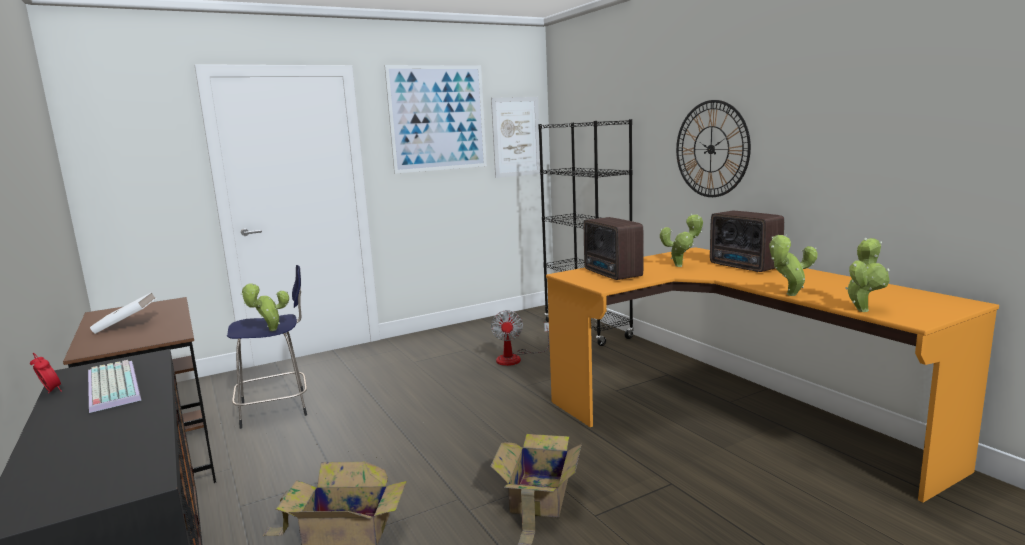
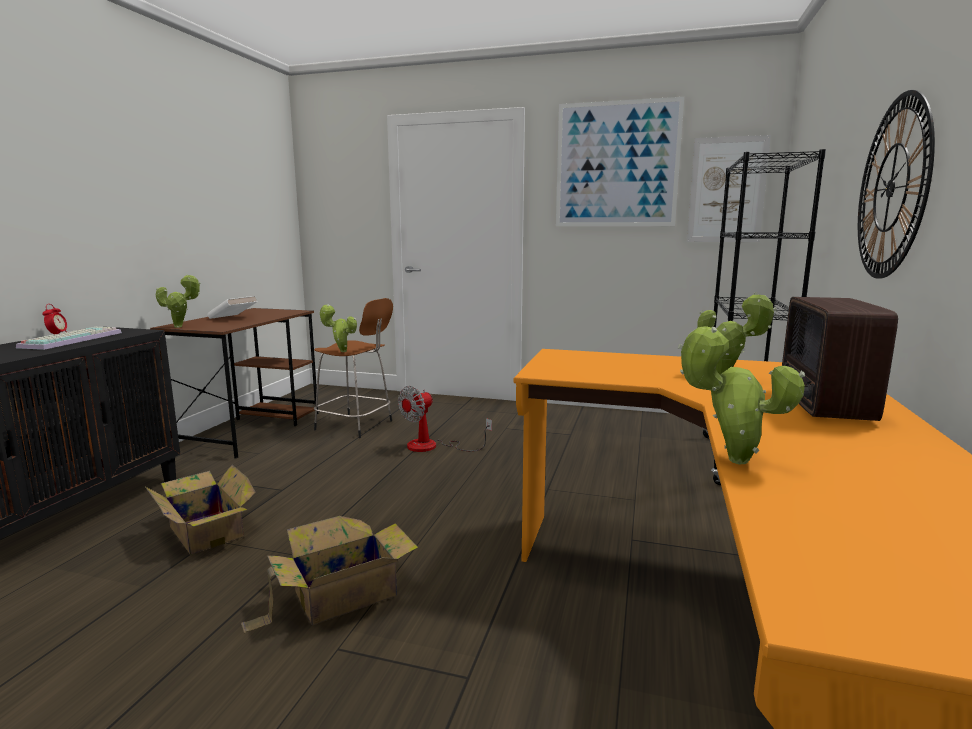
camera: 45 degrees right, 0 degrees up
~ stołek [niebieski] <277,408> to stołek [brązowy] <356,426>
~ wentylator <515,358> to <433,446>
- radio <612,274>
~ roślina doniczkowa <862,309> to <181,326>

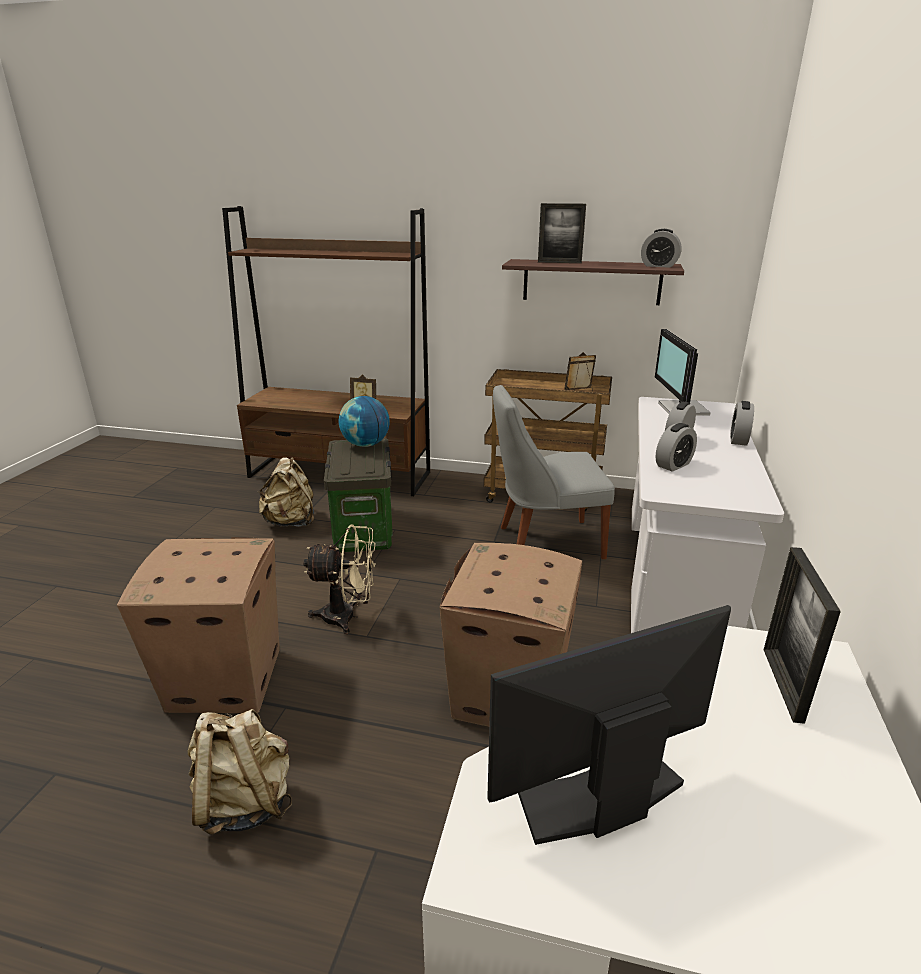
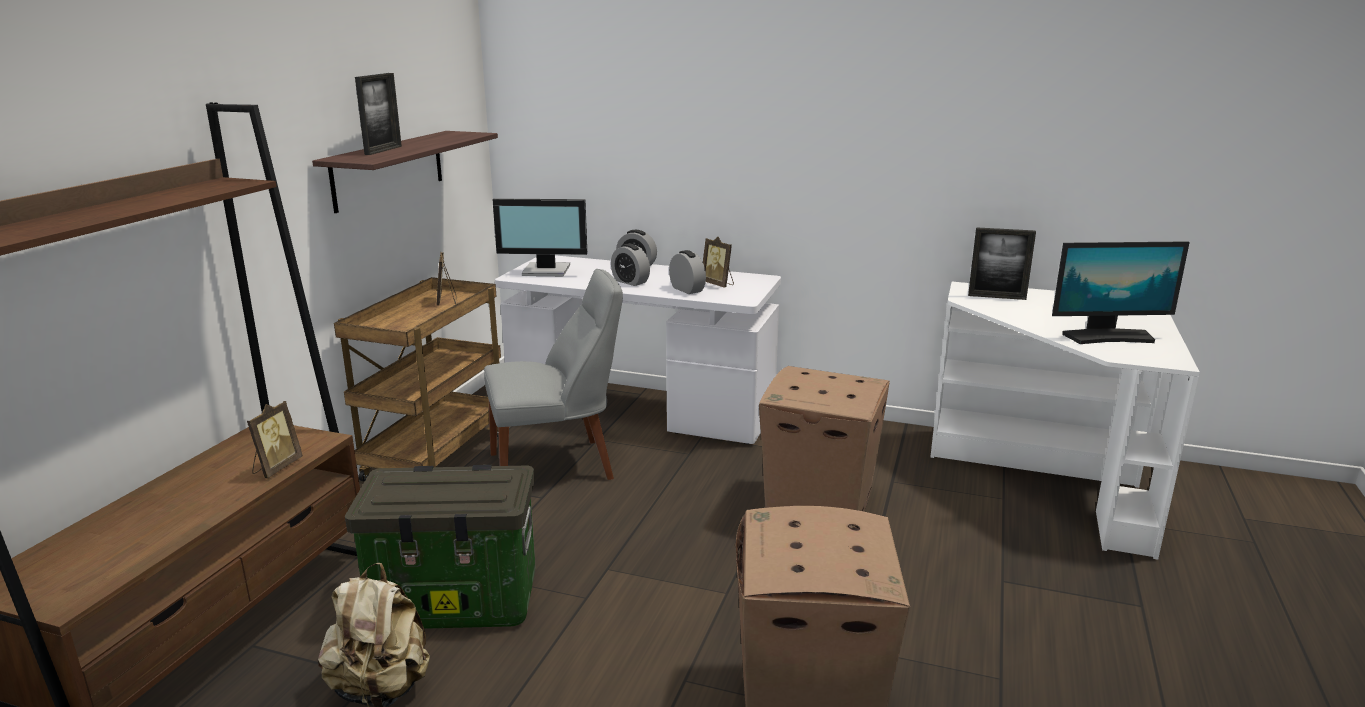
camera: 85 degrees left, 5 degrees down
- plecak [beżowy] <245,802>
- wentylator [beżowy] <348,617>
- globus <365,444>
~ monitor <601,797> = <1108,337> 75 degrees counterclockwise
~ krzesło [szary] <545,542> = <557,466> 105 degrees counterclockwise
- budzik <659,266>
+ ramka na zdjęcie <718,284>

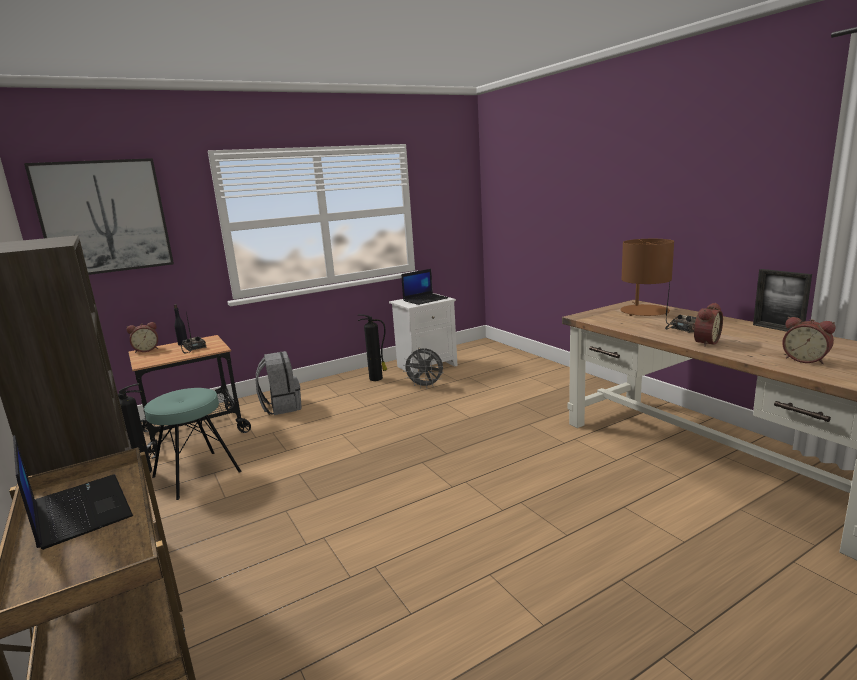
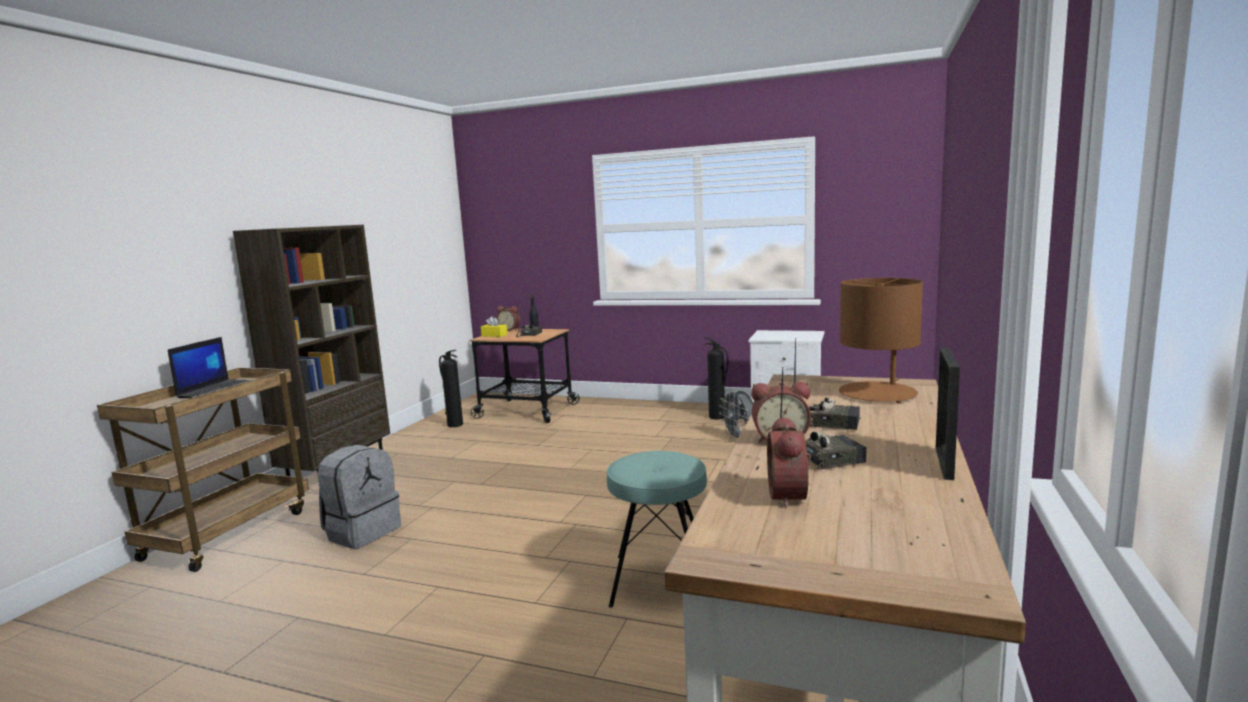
camera: 50 degrees right, 5 degrees down
- obraz <104,217>
~ stołek [turkusowy] <197,474> to <661,580>
~ plecak [szary] <281,407> to <362,532>
- laptop <425,299>
+ pudełko chusteczek [żółty] <494,335>
+ radio <826,459>

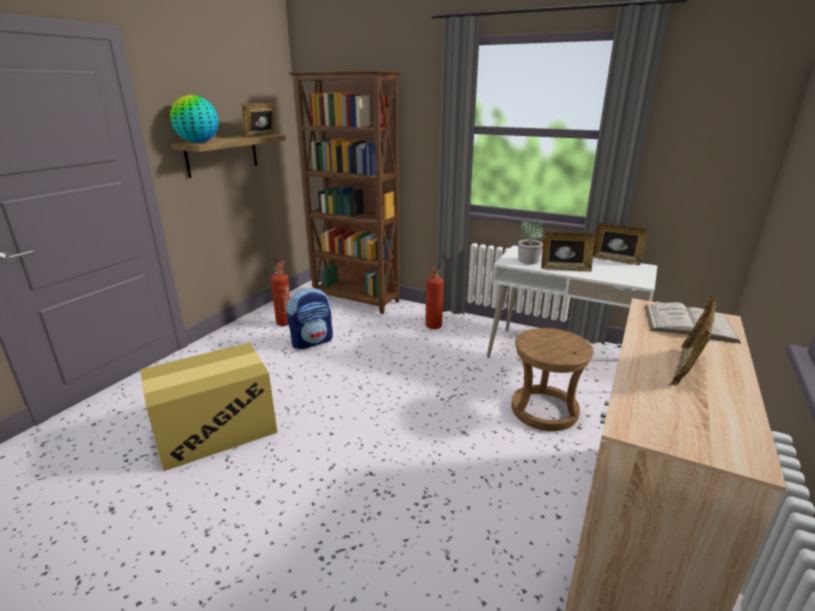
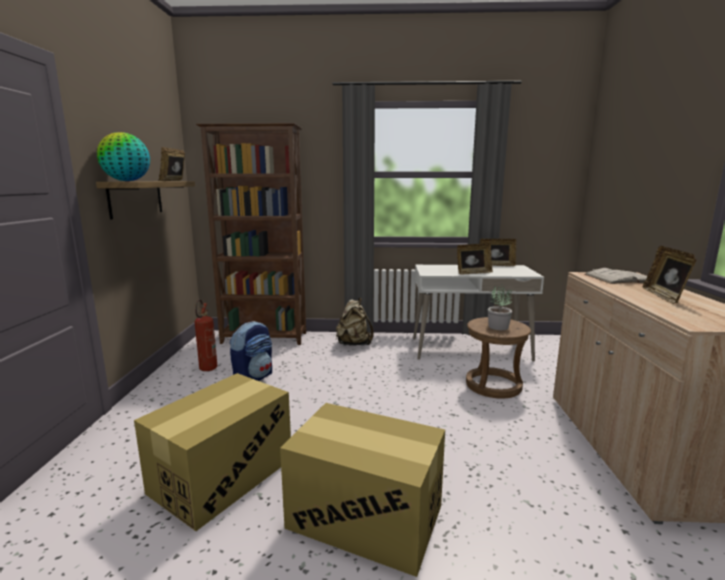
camera: 25 degrees left, 10 degrees down
~ gaśnica <435,324> to plecak [beżowy] <354,344>
~ roślina doniczkowa <528,260> to <498,327>
+ karton <365,516>

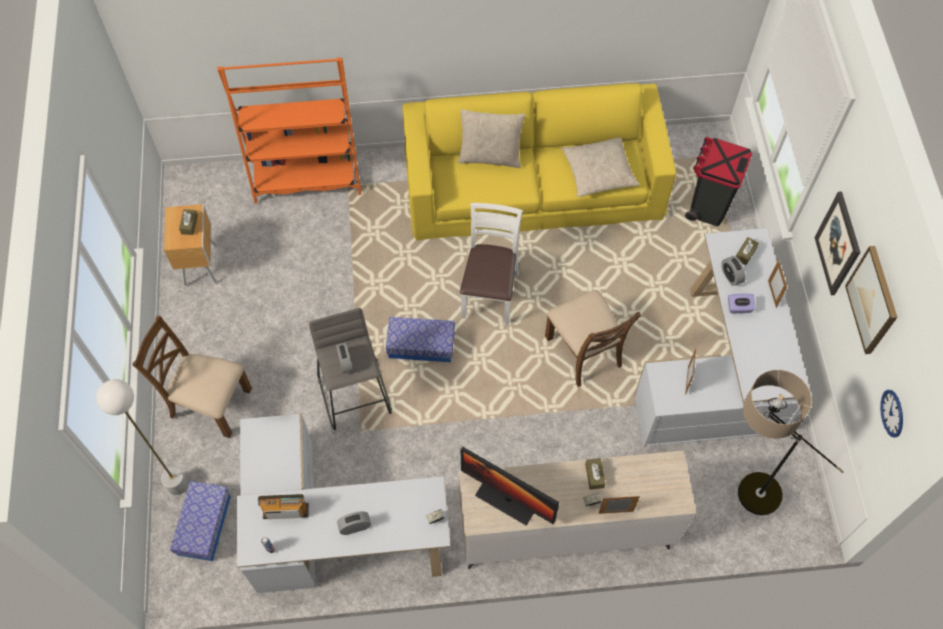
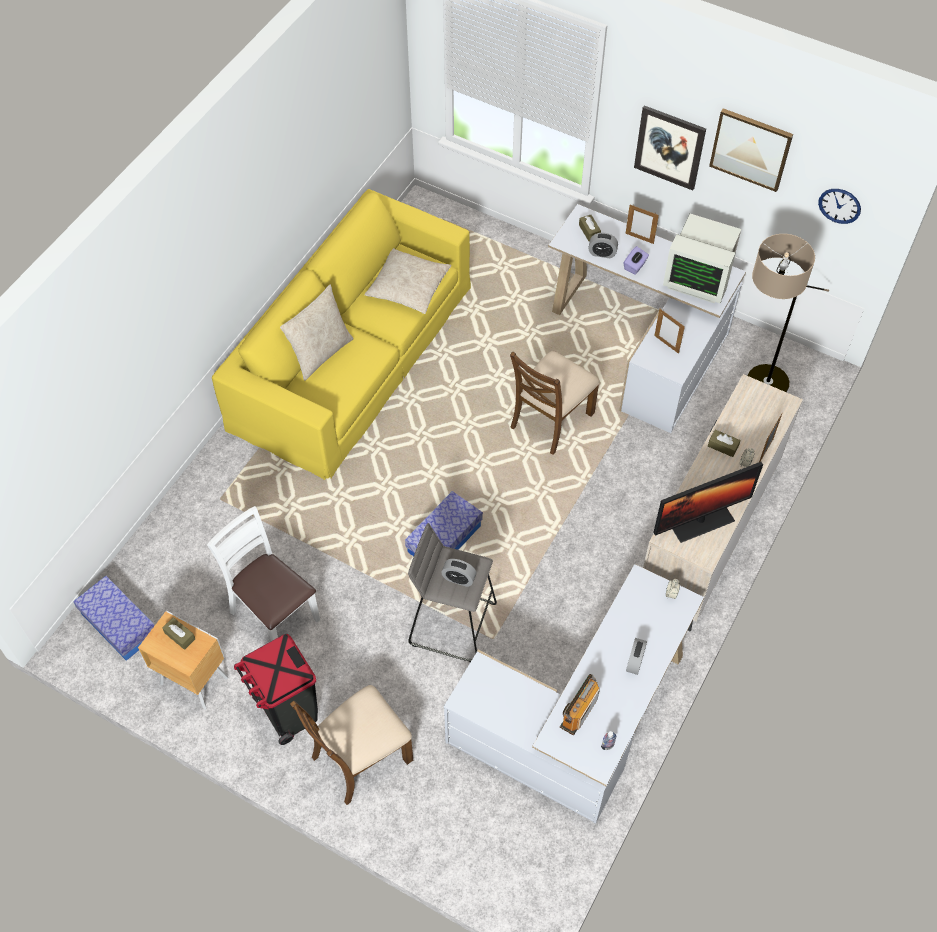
camera: 55 degrees left, 5 degrees down
- lampa stojąca [biały] <177,484>
~ pojemnik do przechowywania <204,525> to <119,624>
- regał [pomarańczowy] <306,177>
~ krzesło [biały] <489,294> to <274,614>
~ krzesło [brązowy] <584,352> = <550,420> 120 degrees clockwise
~ kosz na śmieci [czarny] <708,207> to <288,711>
+ monitor <698,278>

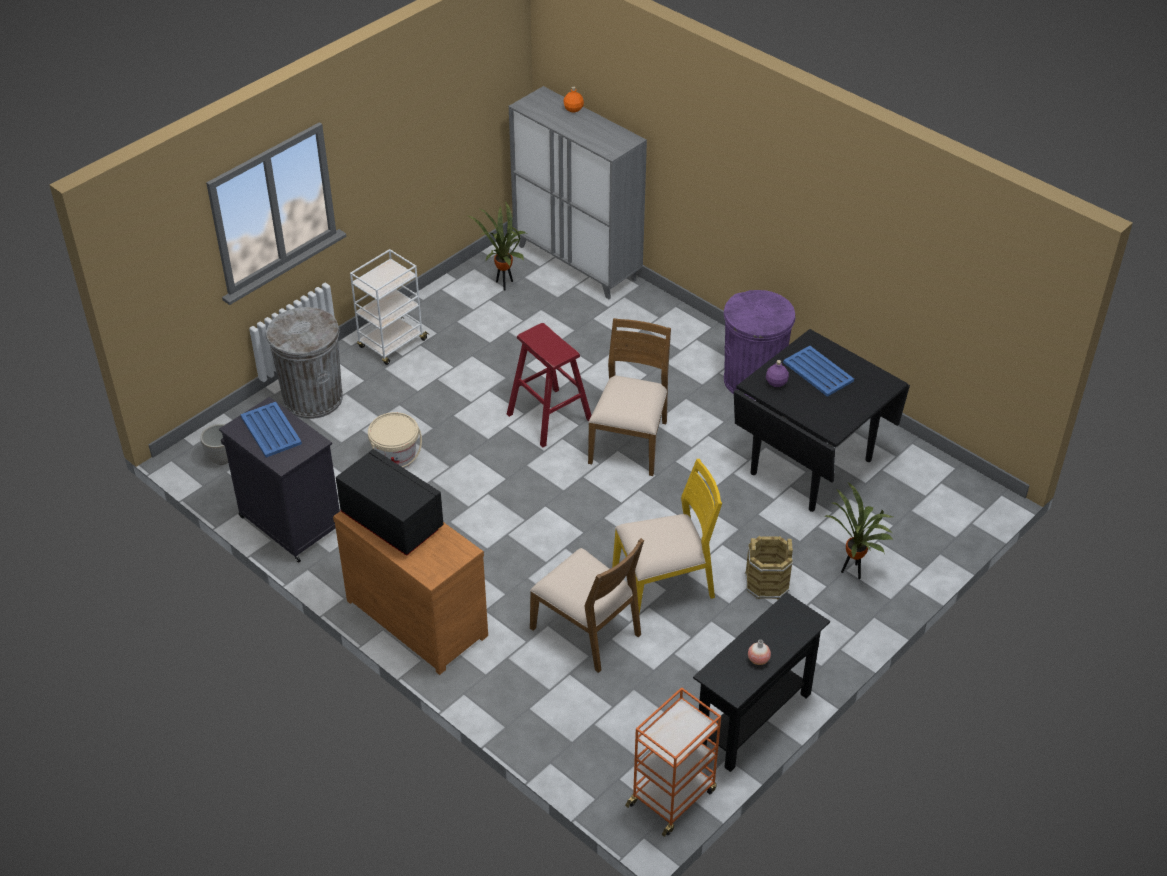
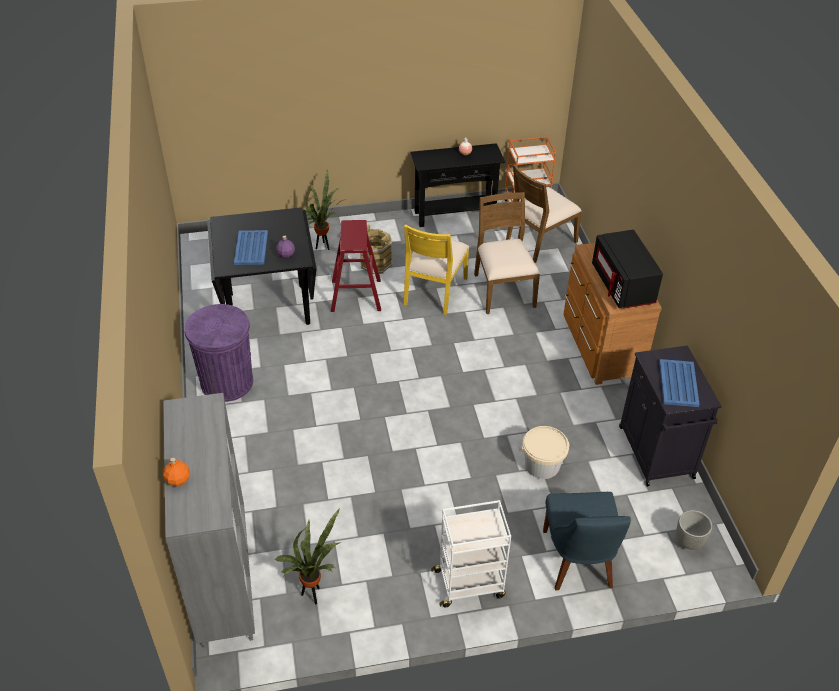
camera: 145 degrees left, 0 degrees up
~ kosz na śmieci [szary] <313,398> to krzesło [niebieski] <578,562>
~ stołek [czerwony] <549,417> to <356,295>
~ krzesło [brązowy] <630,442> to <540,241>
~ krzesło [żółty] <664,584> = <434,291> 90 degrees counterclockwise

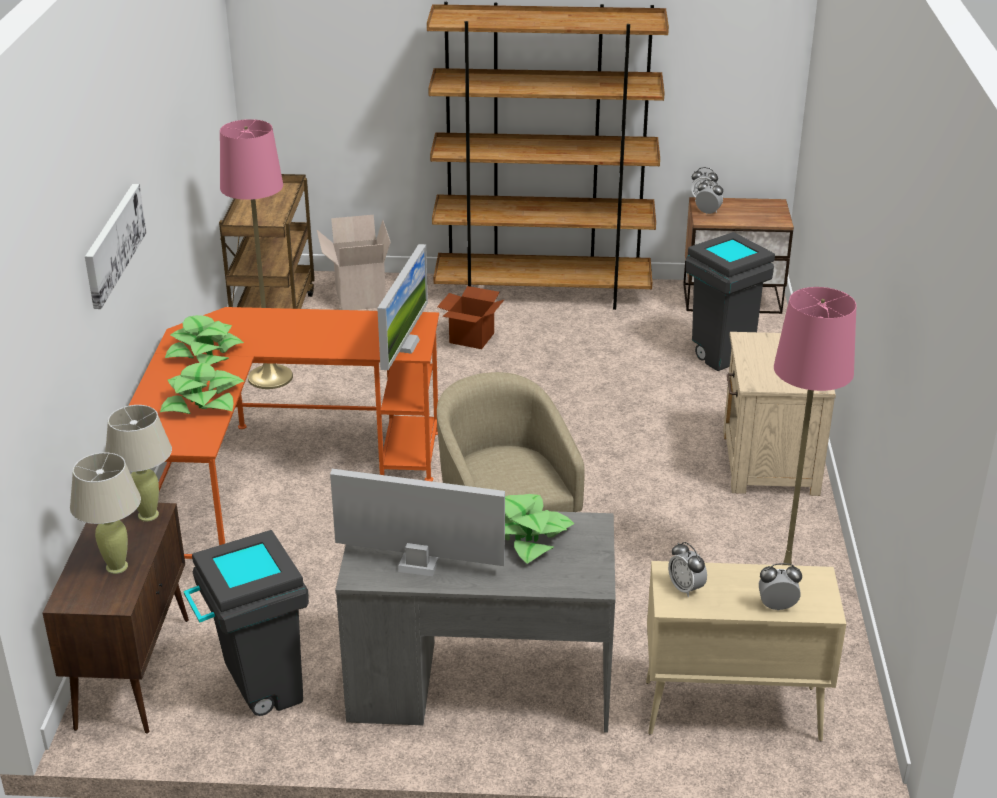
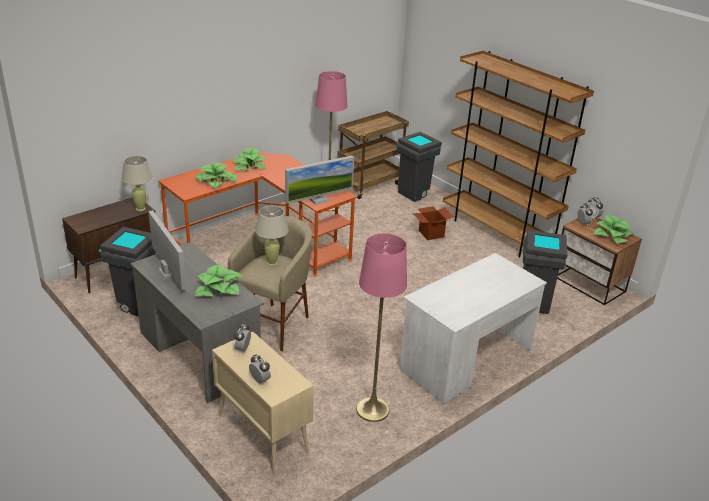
camera: 45 degrees right, 0 degrees up
~ lampa stołowa [beżowy] <117,567> to <272,263>
- obraz <113,244>
~ karton <358,296> to kosz na śmieci [szary] <415,194>
~ szafka nocna [beżowy] <768,463> to biurko [biały] <466,360>
+ roślina doniczkowa <612,235>

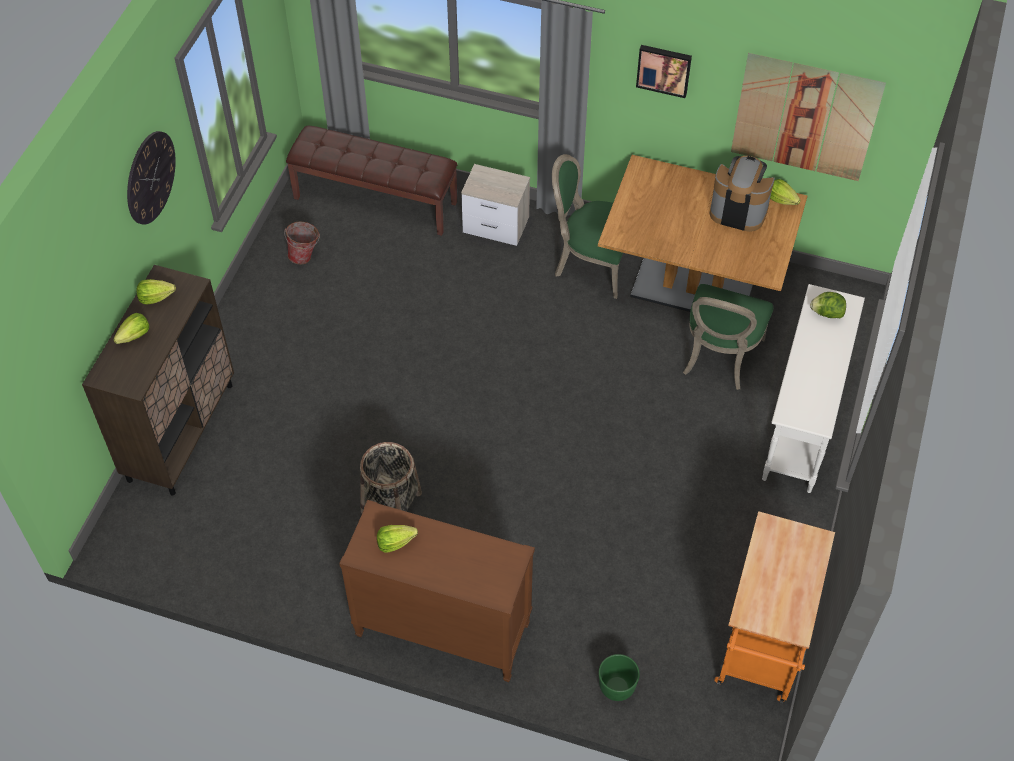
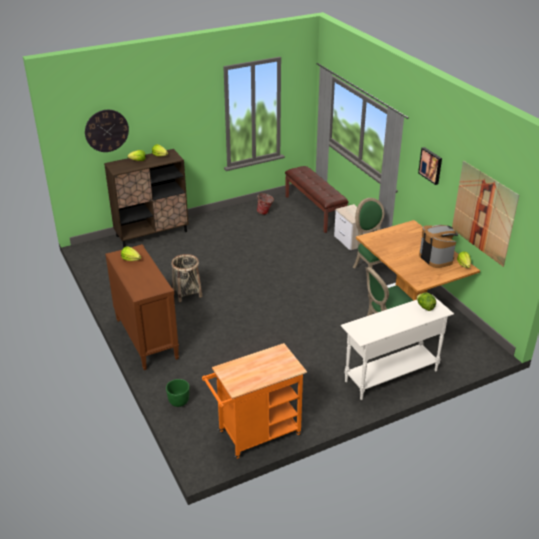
camera: 45 degrees right, 20 degrees down
~ zegar ścienny <150,177> to <106,130>

